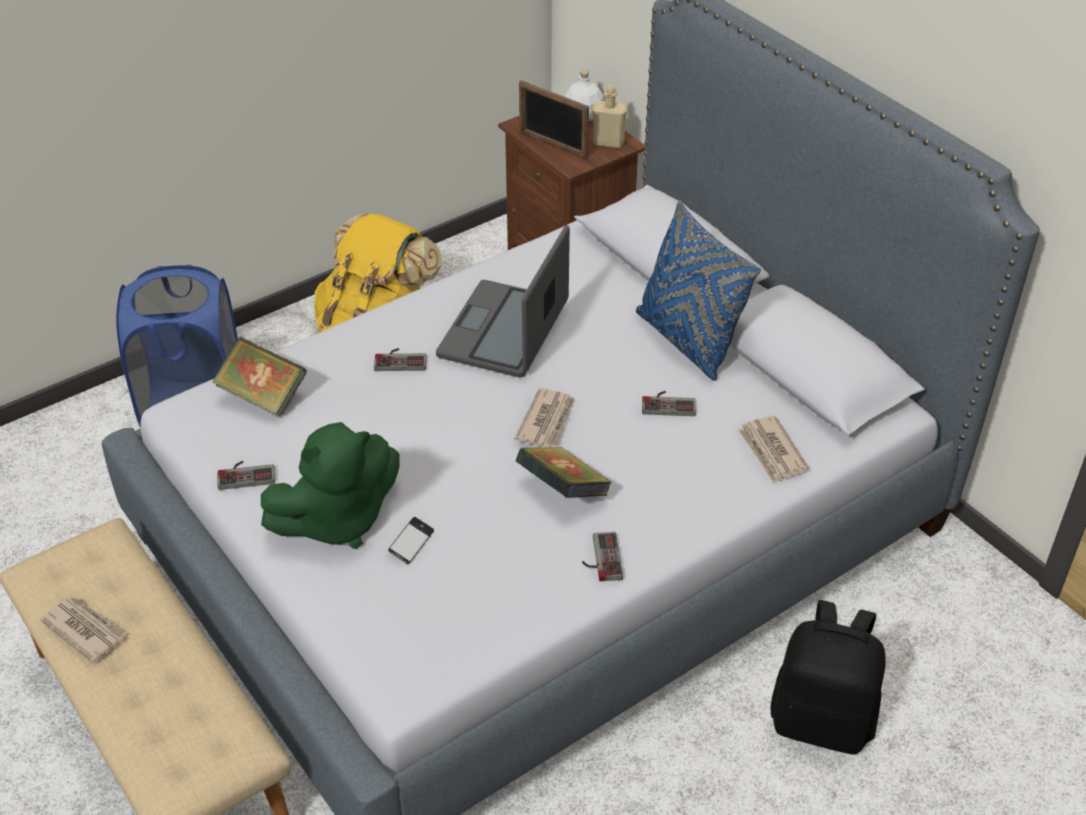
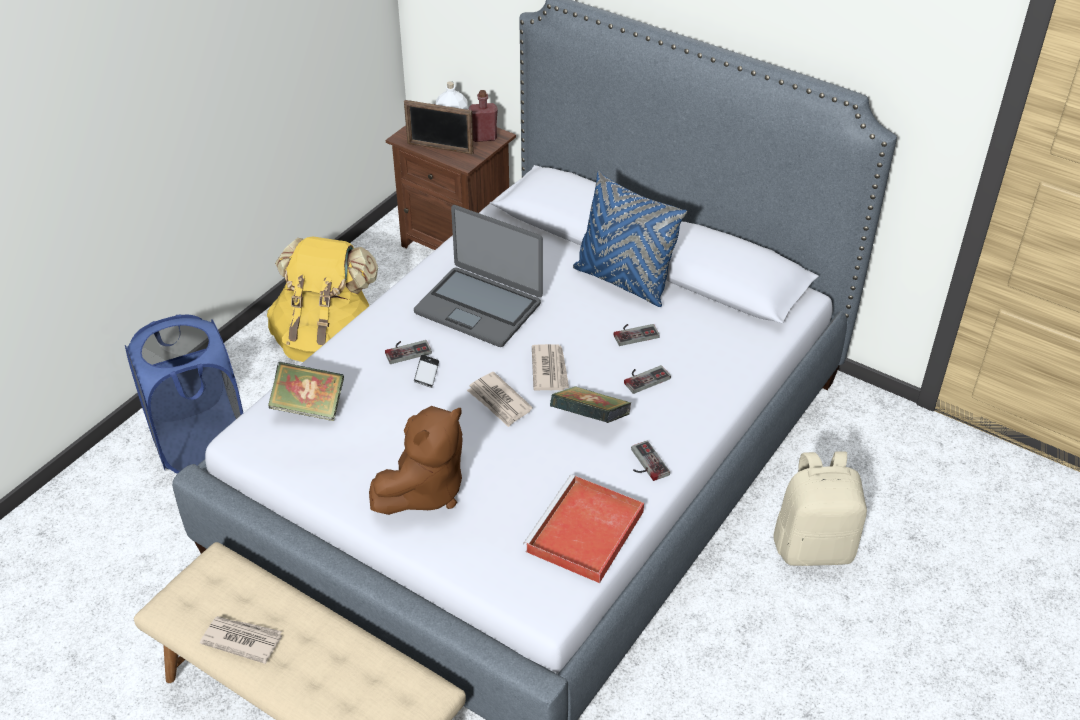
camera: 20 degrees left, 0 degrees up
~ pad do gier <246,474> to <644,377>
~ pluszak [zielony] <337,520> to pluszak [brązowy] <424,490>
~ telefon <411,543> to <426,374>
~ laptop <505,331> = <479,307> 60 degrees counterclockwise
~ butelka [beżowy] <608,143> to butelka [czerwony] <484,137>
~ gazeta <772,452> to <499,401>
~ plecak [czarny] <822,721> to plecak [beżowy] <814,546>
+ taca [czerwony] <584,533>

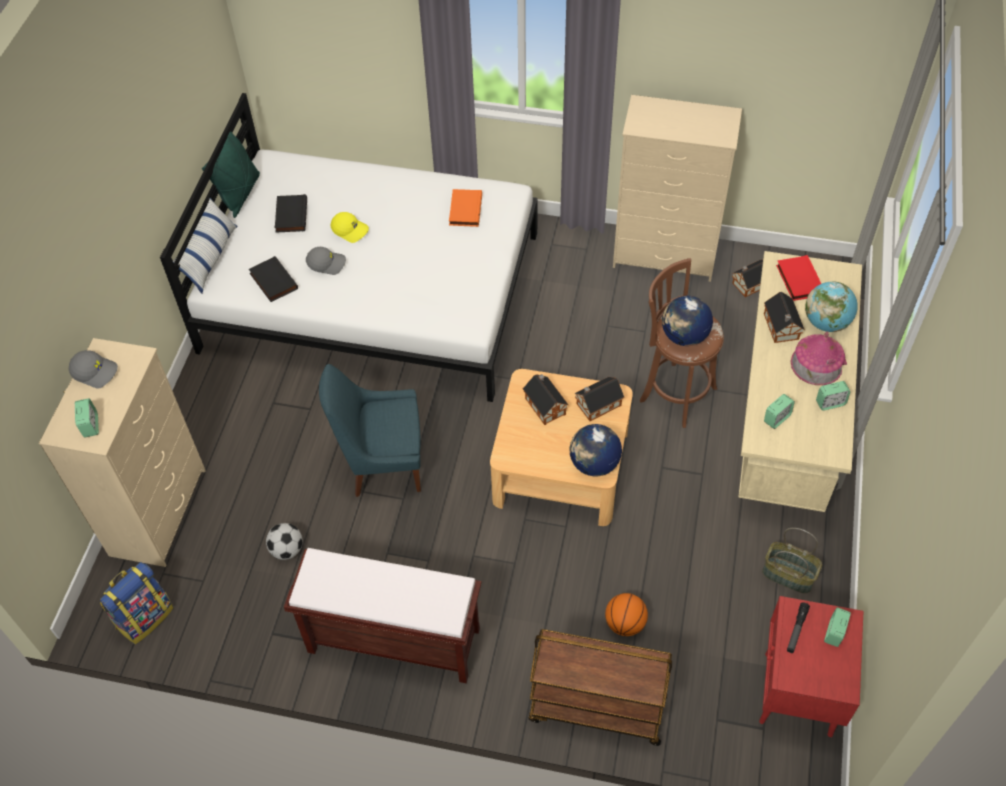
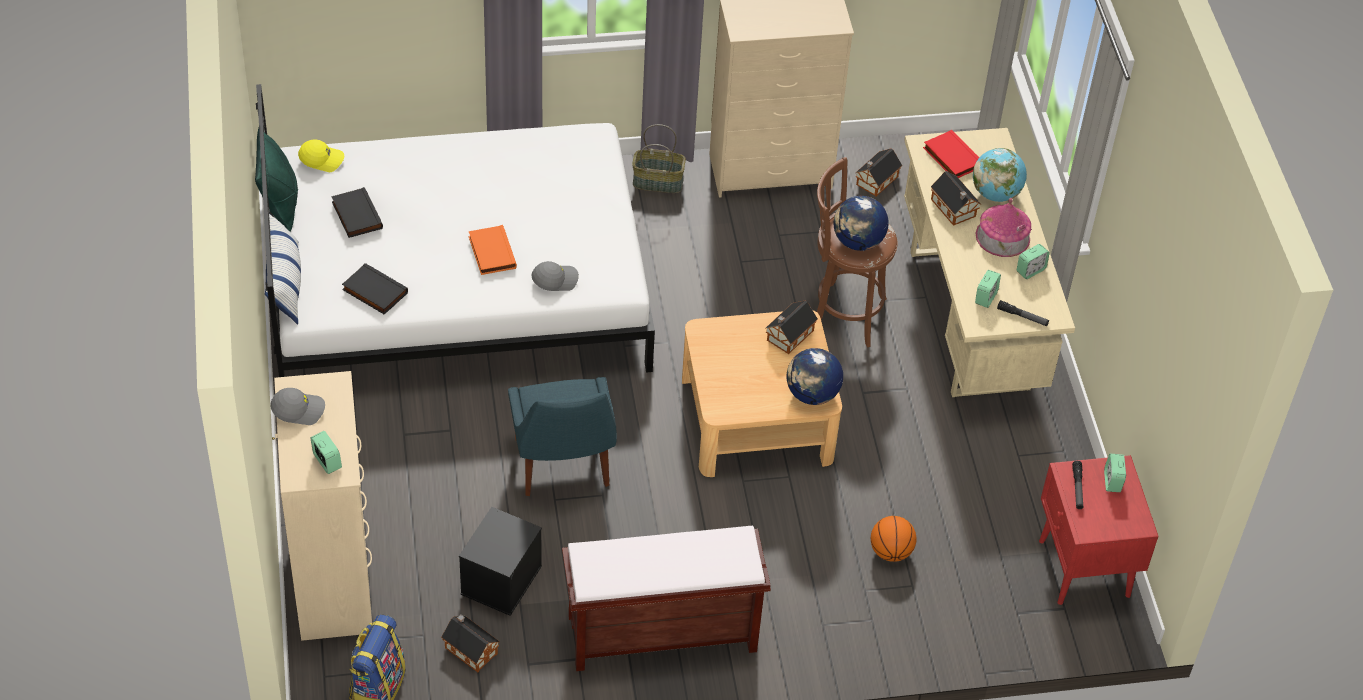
camera: 25 degrees left, 5 degrees down
~ piłka futbolowa <287,549> to pojemnik do przechowywania [czarny] <501,579>
~ czapka z daszkiem [szary] <327,263> to <555,279>
~ krzesło [niebieski] <383,463> = <562,465> 75 degrees counterclockwise
~ czapka z daszkiem [żółty] <350,230> to <322,159>
~ książka [pomarańczowy] <464,210> to <490,252>
~ domek <544,405> to <470,649>
- wózek [brązowy] <596,709>
~ koszyk <789,574> to <658,181>
+ latarka <1022,316>

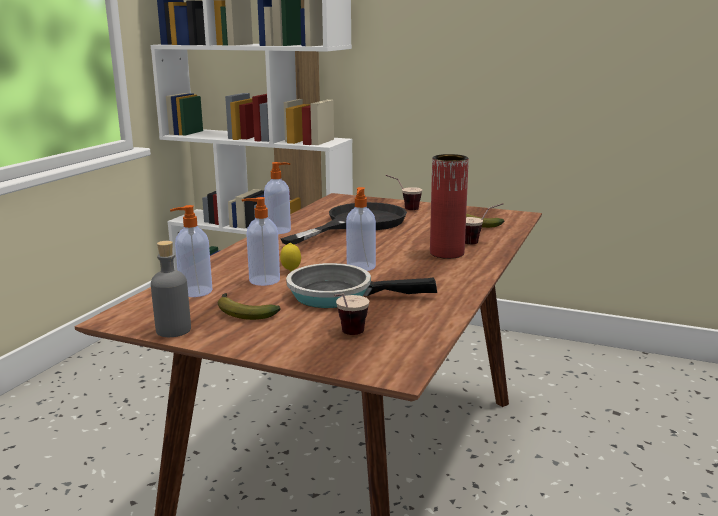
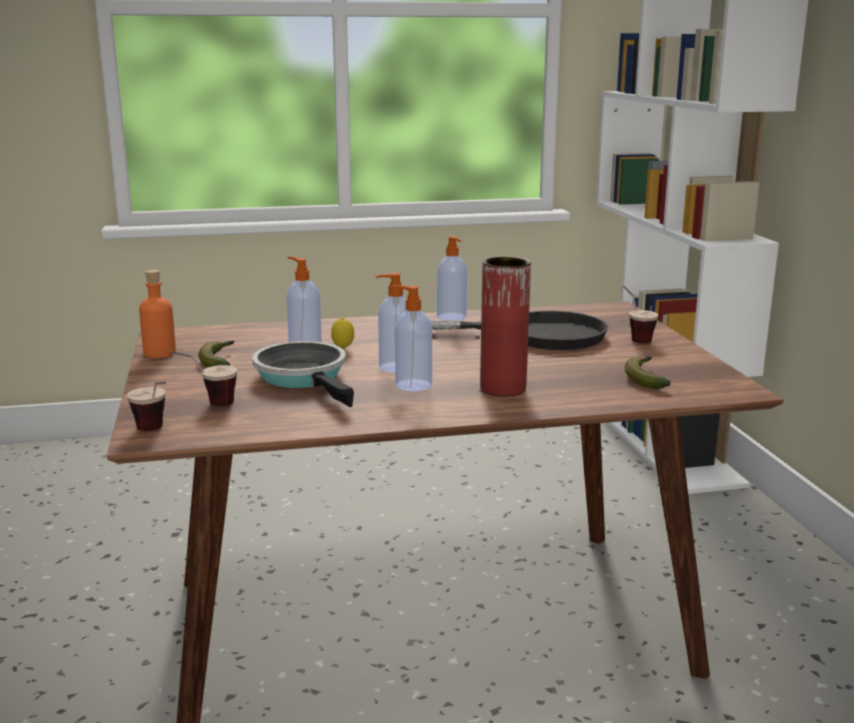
camera: 55 degrees right, 0 degrees up
~ butelka [szary] <173,330> to butelka [pomarańczowy] <159,353>
~ dozownik mydła <194,292> to <412,385>
~ filiżanka <479,242> to <156,432>

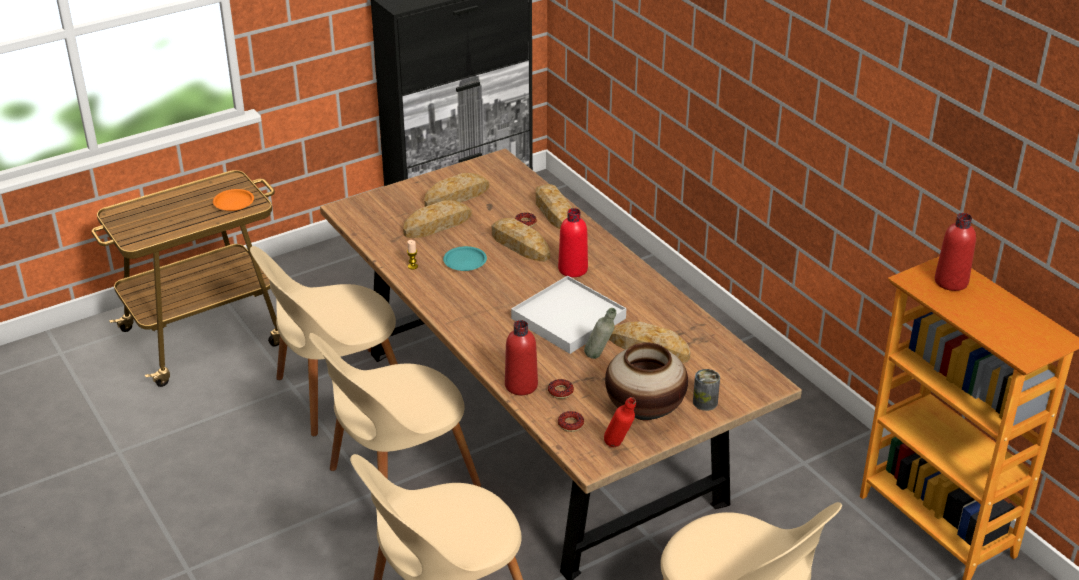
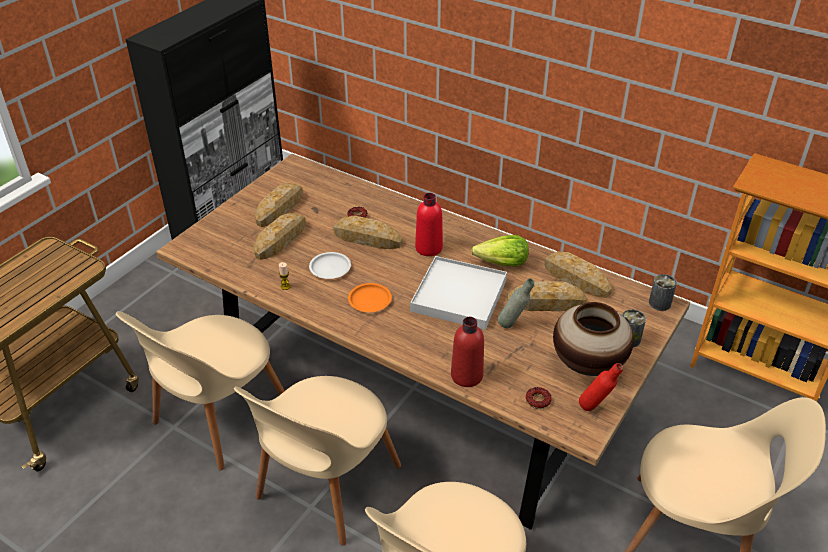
camera: 25 degrees left, 5 degrees up
~ talerz [pomarańczowy] <234,203> to <370,300>
~ talerz [turkusowy] <465,262> to talerz [biały] <330,268>
~ chleb <554,212> to <576,279>
- donut <560,392>
- butelka [czerwony] <951,282>
+ sałata <502,263>
+ puszka <659,303>

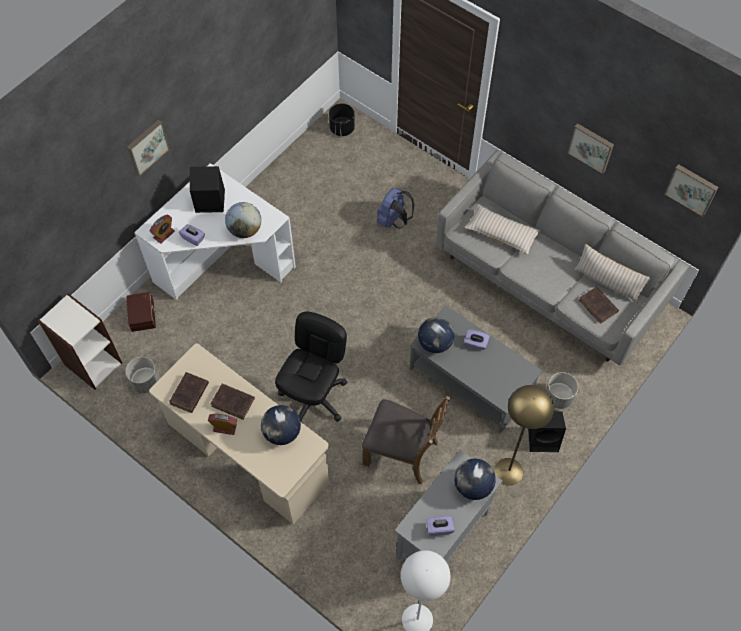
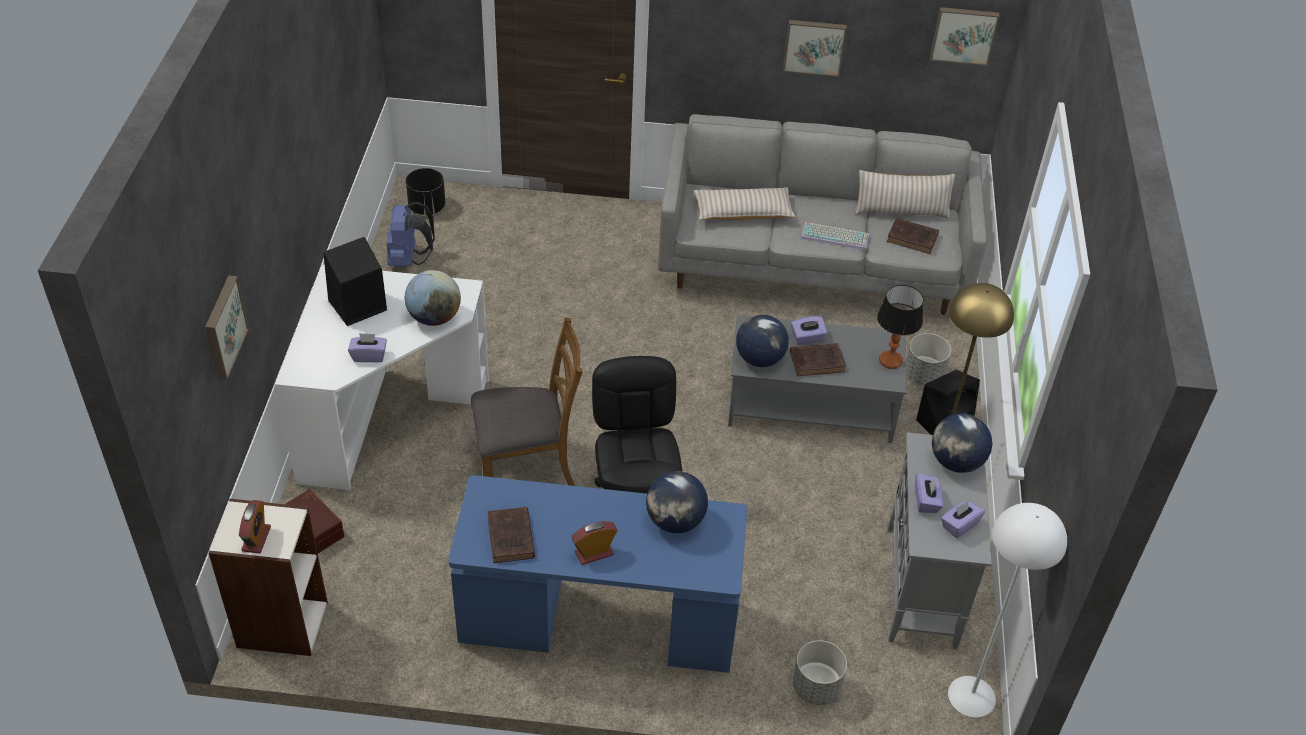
camera: 35 degrees left, 15 degrees down
~ donica [szary] <145,382> to <816,687>
~ obraz <146,147> to <223,327>
~ biurko [beżowy] <247,453> to biurko [niebieski] <598,622>
~ budzik <164,234> to <256,539>
~ książka [brązowy] <234,403> to <818,362>
~ krzesło [brązowy] <402,452> to <526,465>
~ plecak [niebieski] <394,220> to <409,259>
+ klawiatura <836,236>
+ lampa stołowa <890,360>
+ pudełko chusteczek [fioletowy] <926,501>

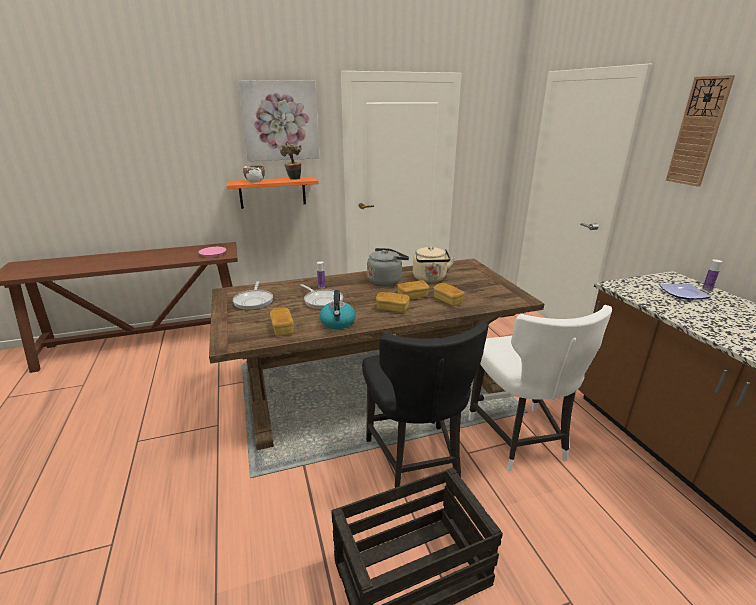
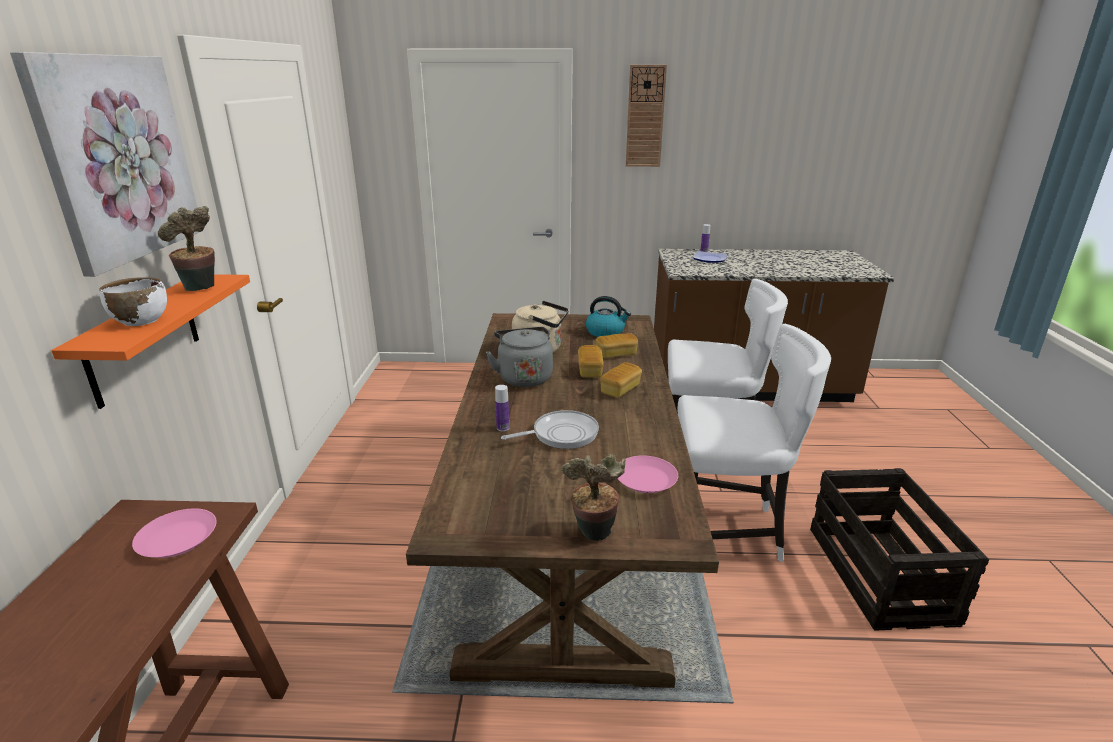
camera: 70 degrees left, 0 degrees up
- patelnia <254,301>
~ chleb <282,329> to talerz [różowy] <646,480>
~ czajnik <338,323> to <606,332>
~ krzesło [czarny] <415,462> to krzesło [biały] <728,531>
+ roślina doniczkowa <593,534>

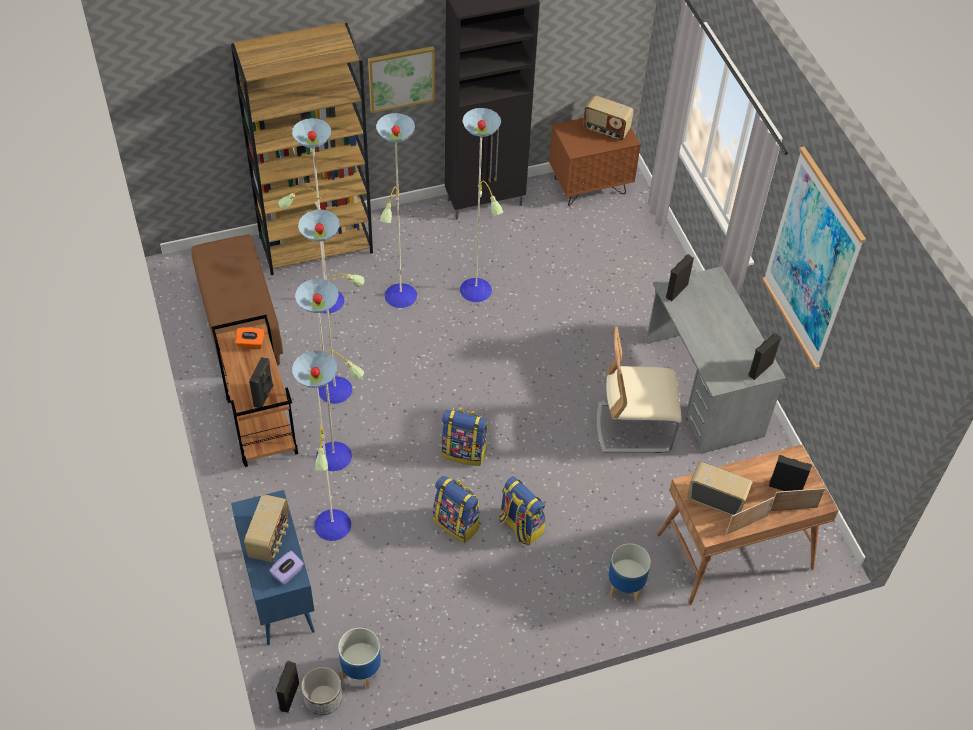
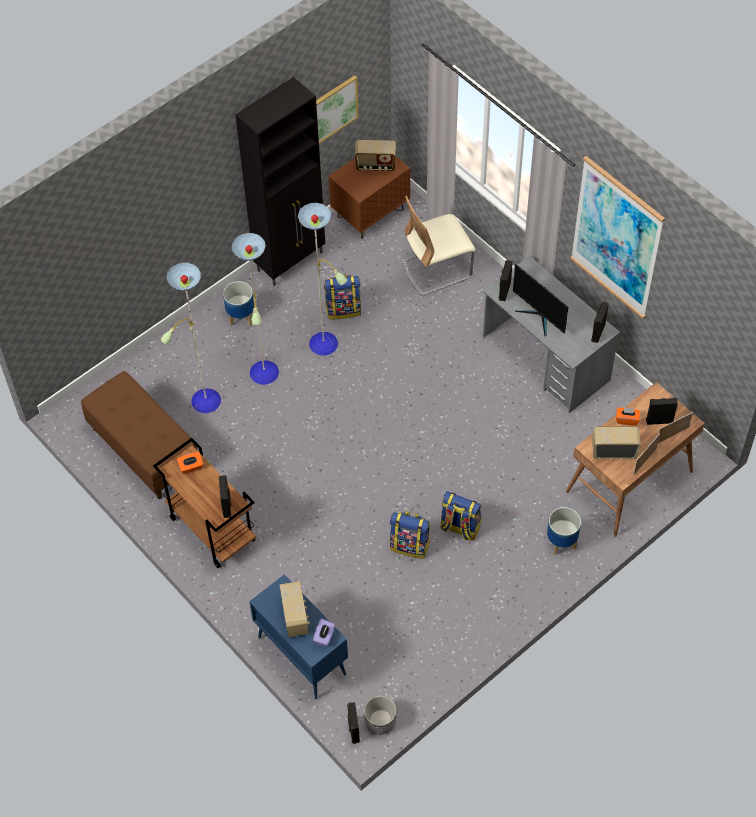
camera: 20 degrees left, 5 degrees up
- regał [brązowy] <316,244>
- lampa stojąca <336,456>
~ donica <361,670> to <241,316>
~ obraz <401,78> to <333,109>
~ plecak <464,451> to <343,309>
~ krzesło [beżowy] <634,427> to <436,269>
+ monitor <539,316>
+ pudełko chusteczek [pomarańczowy] <627,419>

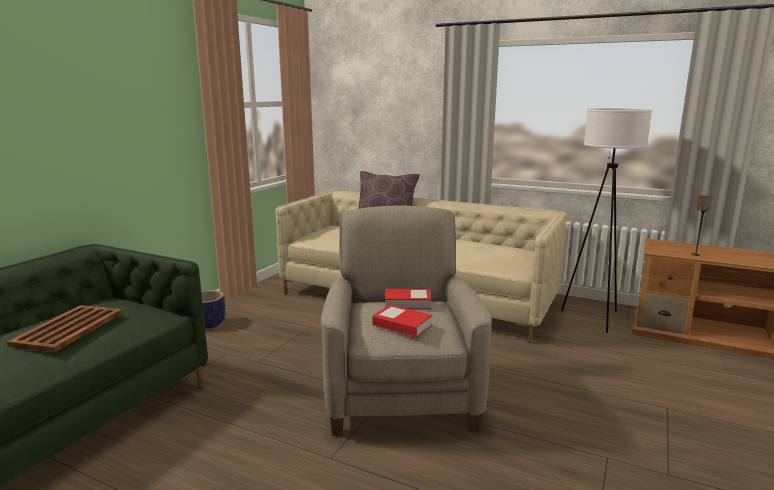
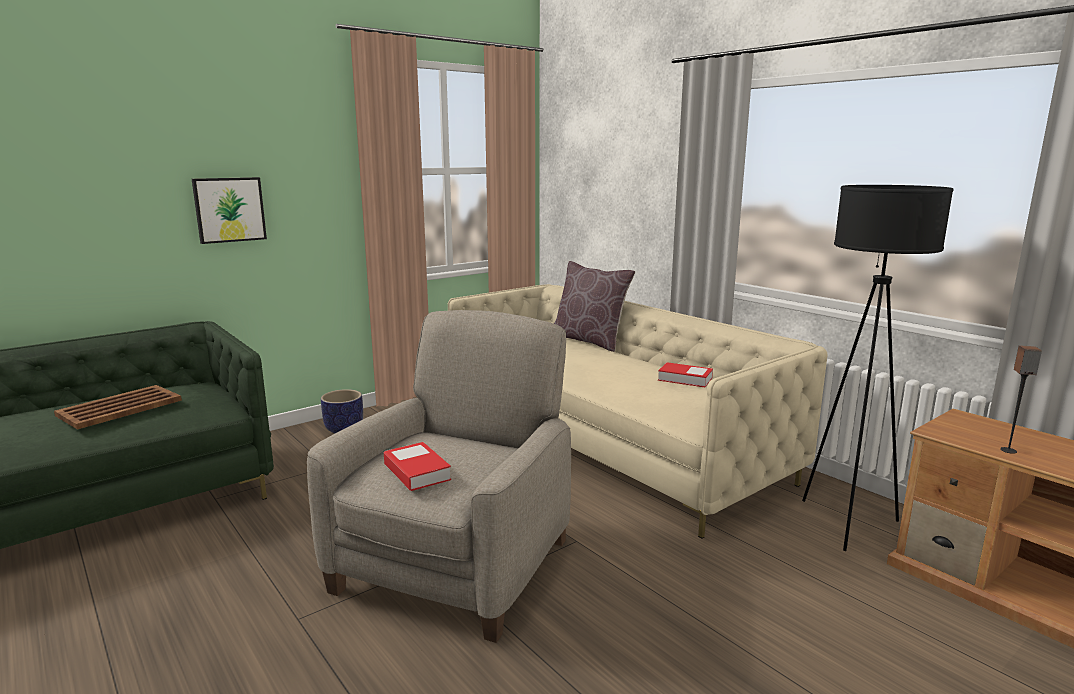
camera: 25 degrees right, 0 degrees up
~ książka <407,303> to <685,379>
~ lampa stojąca [biały] <594,318> to lampa stojąca [czarny] <847,523>
+ obraz <229,209>

